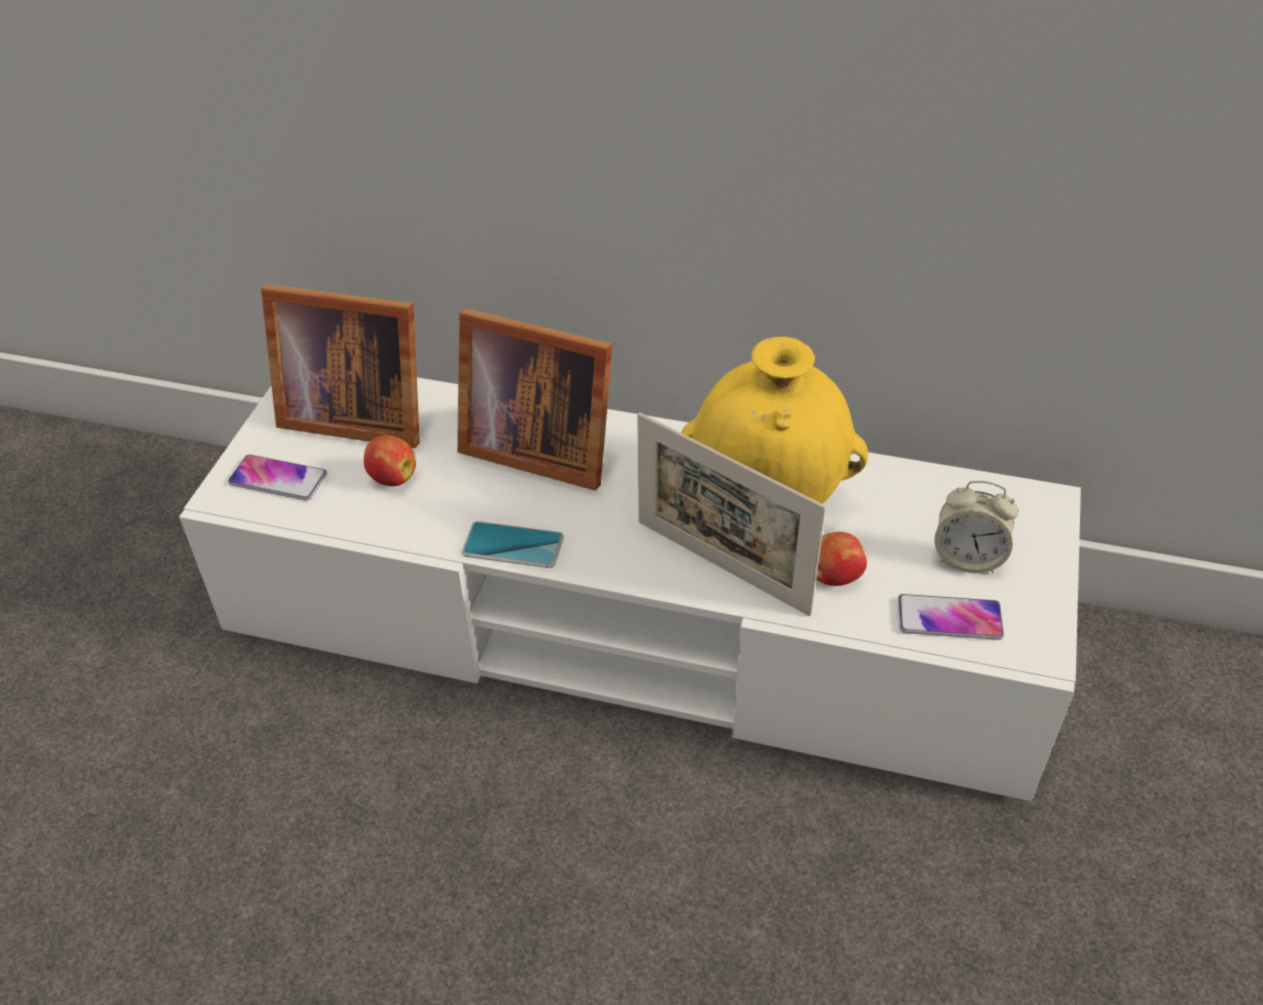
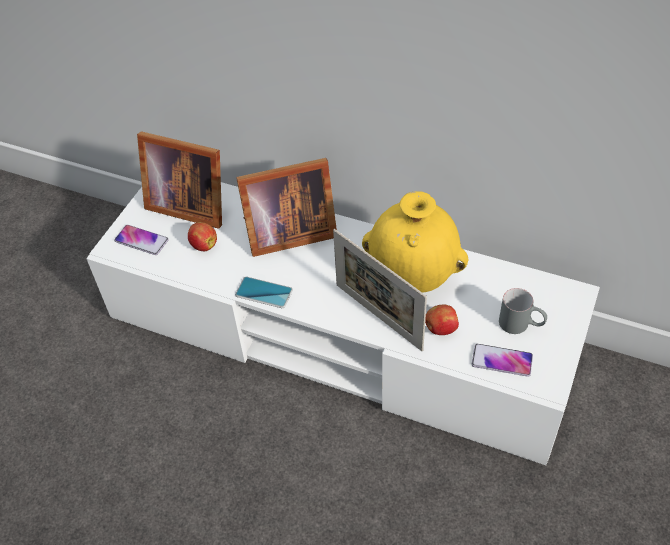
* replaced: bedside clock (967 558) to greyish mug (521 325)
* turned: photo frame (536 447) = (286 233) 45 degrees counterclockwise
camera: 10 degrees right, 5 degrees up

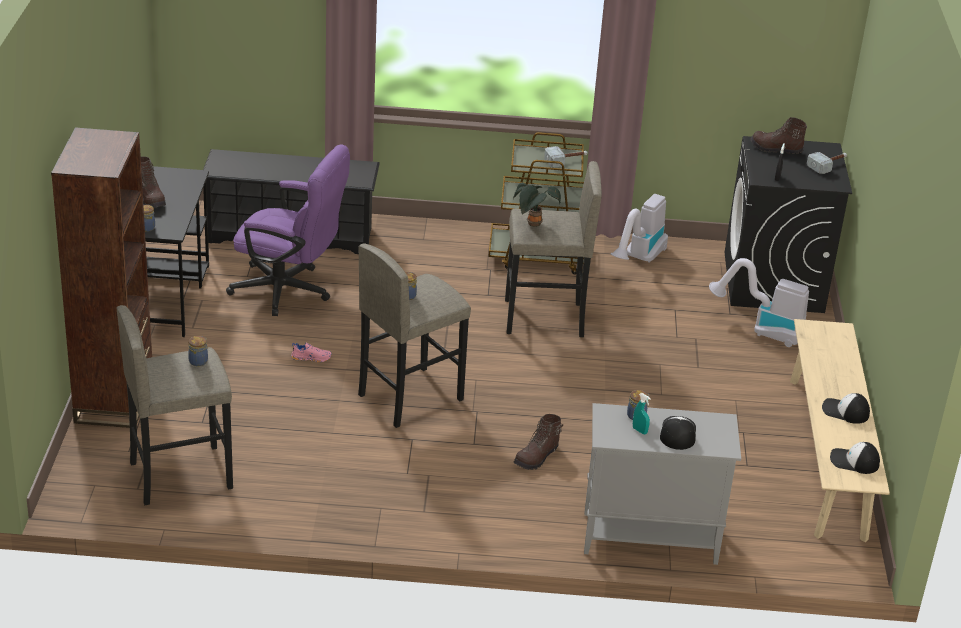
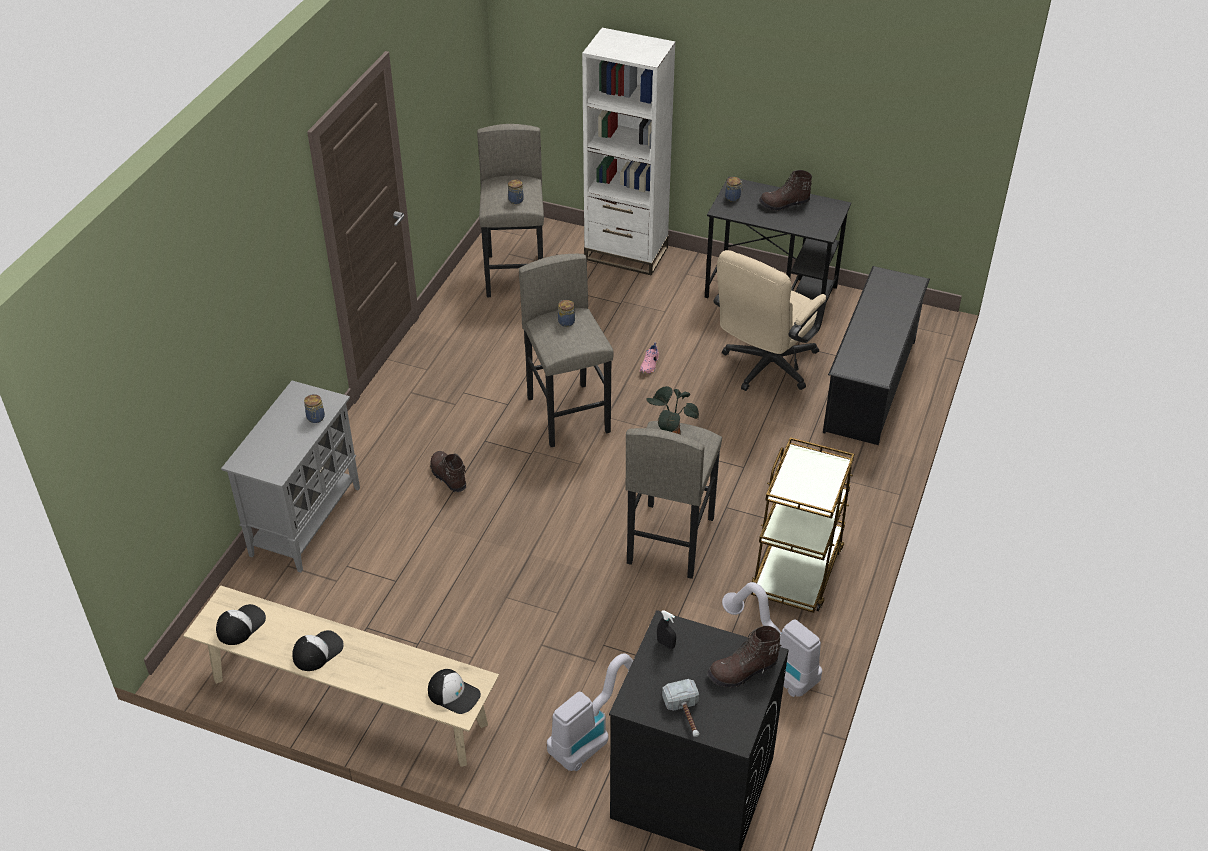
* removed: hammer (566 161)
* removed: blue-green spray bottle (639 430)
* moved: peaked cap (677 433) to (454 694)
* recoloured: brownish shelving unit (115 399) to whitish shelving unit (626 253)
* recoloured: purplish office chair (289 291) to beige office chair (764 368)
* turned: brownish high-top boot (776 149) = (743 671) 150 degrees counterclockwise
camera: 110 degrees right, 10 degrees up

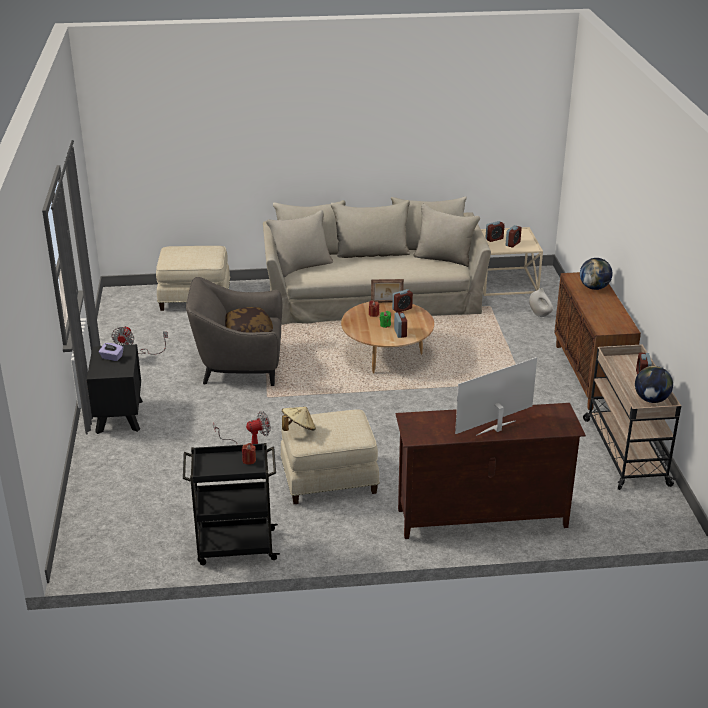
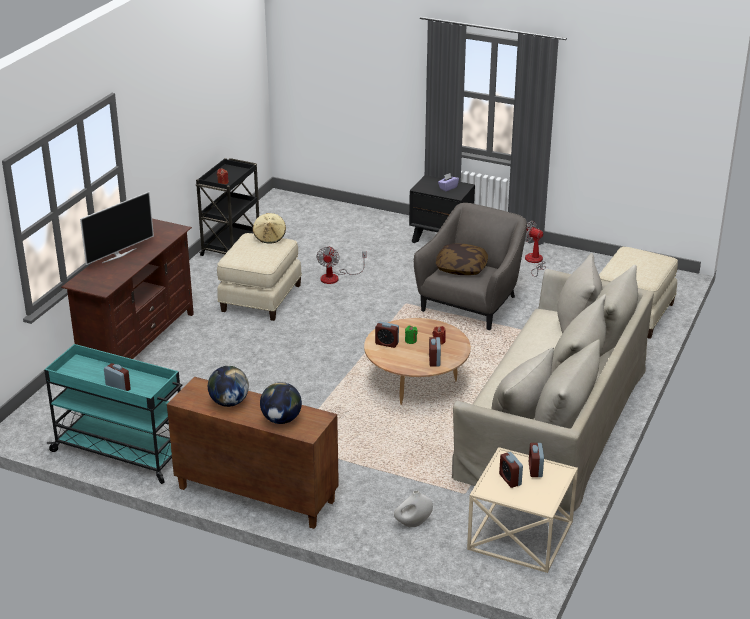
* removed: photo frame (387 302)
* moved: desk globe (651 399) to (229 402)
* recoloured: beige wheeled cart (625 451) to blue-green wheeled cart (123 452)
* turned: television (496 428) = (118 255) 45 degrees clockwise
camera: 120 degrees right, 0 degrees up

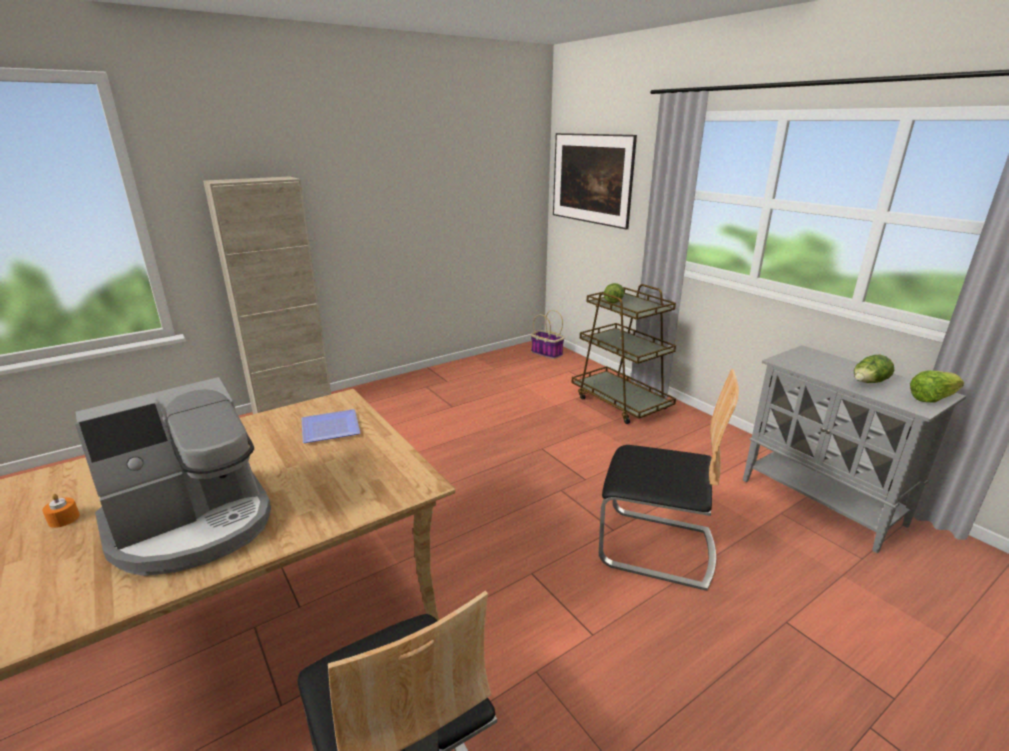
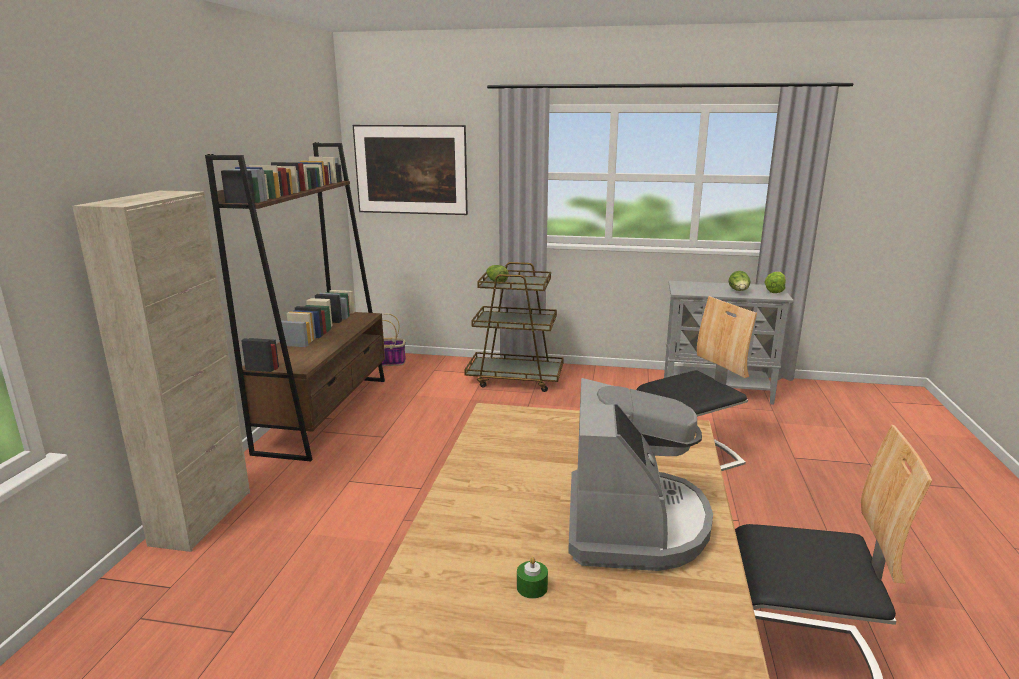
* removed: plate (328 428)
* added: brownish shelving unit (325 413)
* recoloured: orangey candle (64 519) to green candle (532 587)
camera: 45 degrees left, 5 degrees down

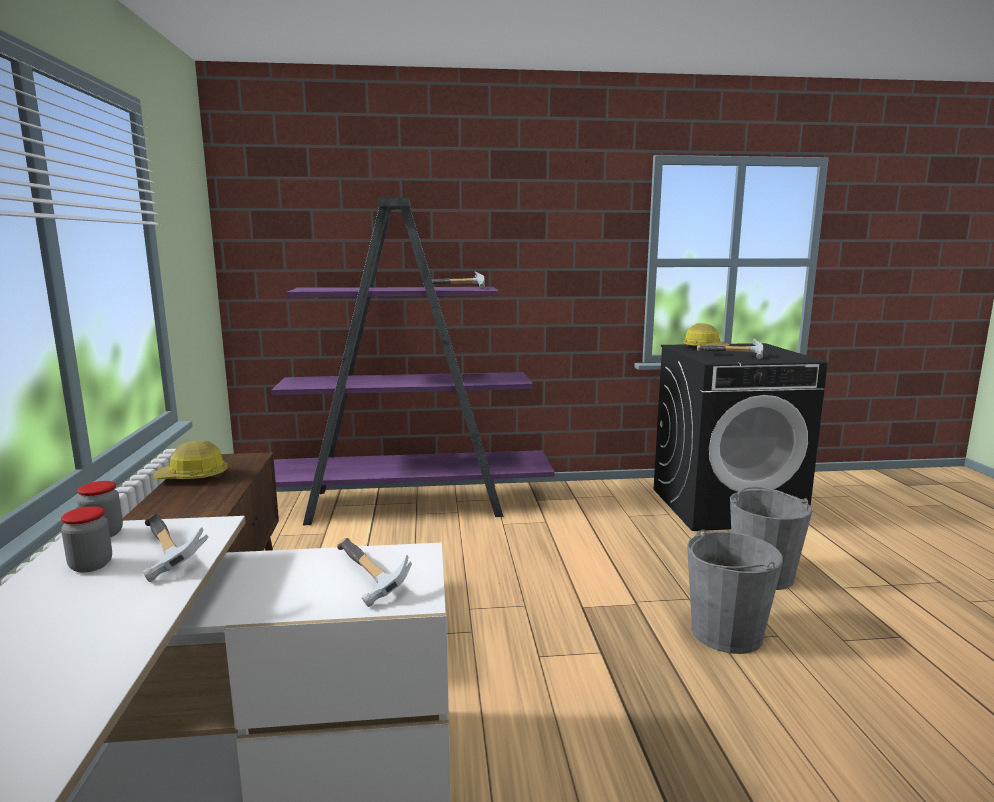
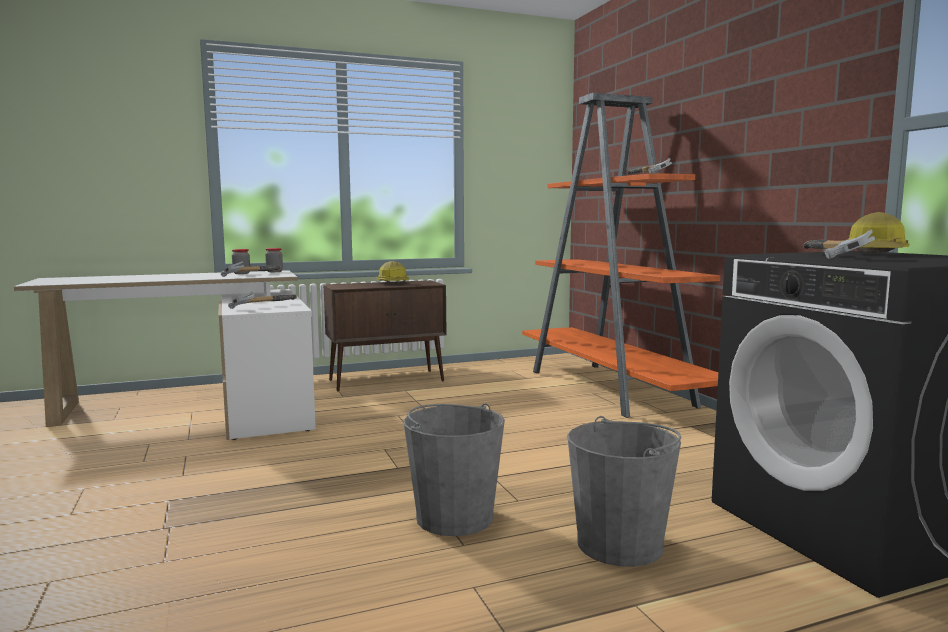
* recoloured: purplish shelving unit (409 504) to orangey shelving unit (610 389)
camera: 75 degrees right, 5 degrees down

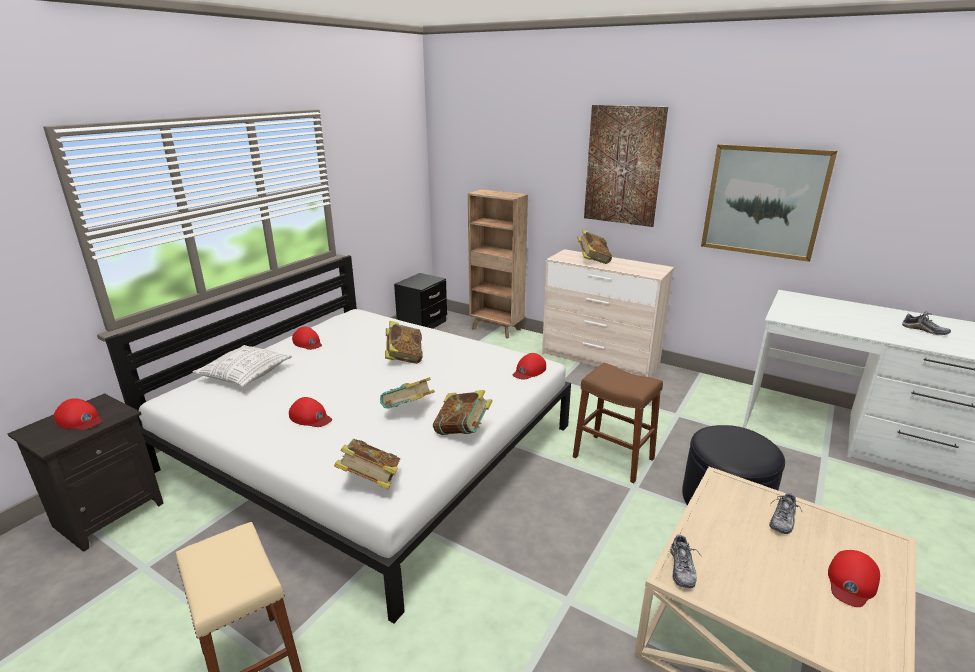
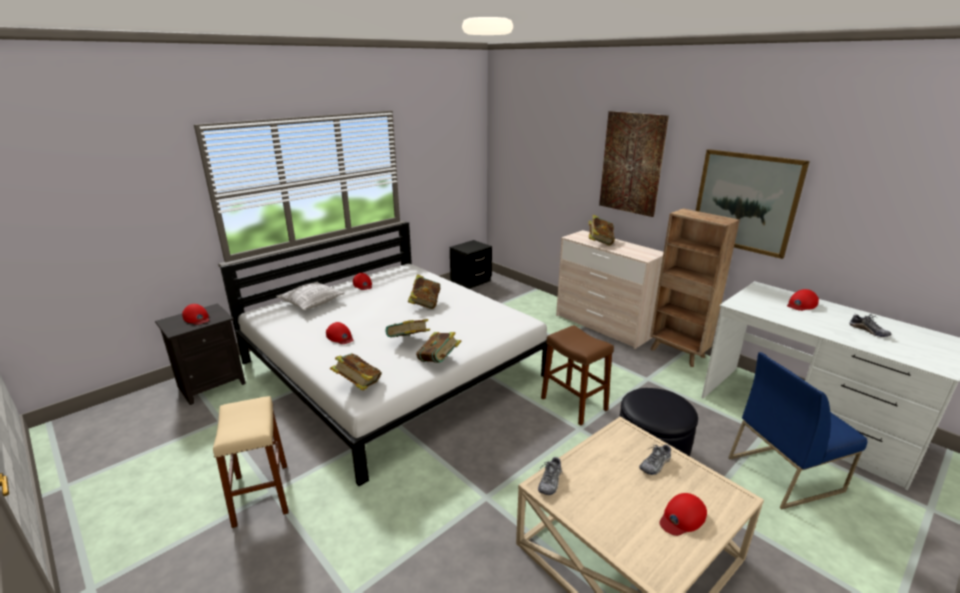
* added: bluish plain chair (784 473)
* moved: brownish shelving unit (496 329) to (678 354)
* moved: red-coloured peaked cap (529 371) to (801 304)
camera: 15 degrees right, 0 degrees up

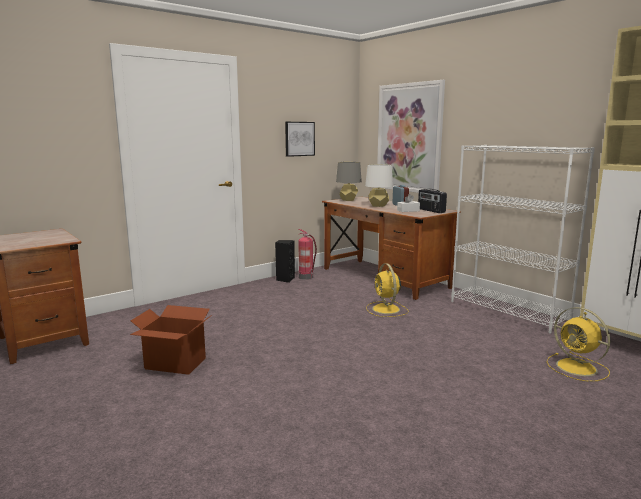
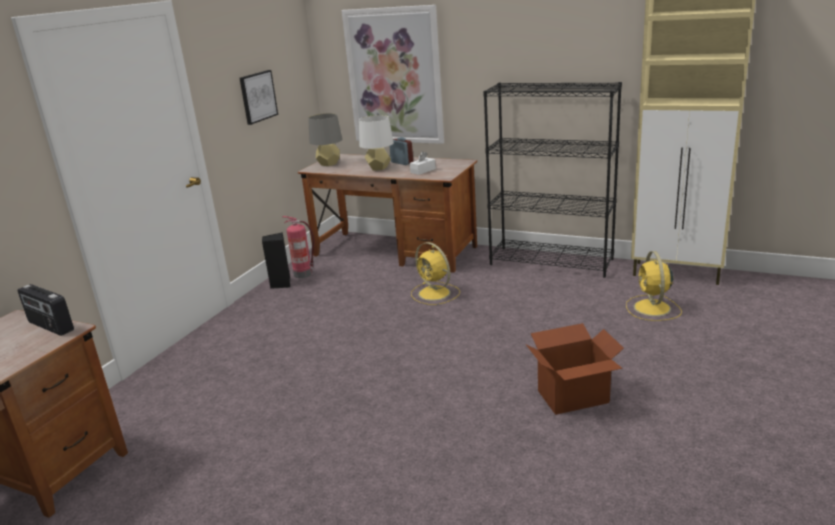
* moved: cardboard box (175 364) to (573 397)
* moved: radio (431 210) to (50 326)
* recoloured: whitish shelving unit (508 311) to blackish shelving unit (552 262)
* turned: yellowish cooling fan (578 368) = (652 309) 60 degrees clockwise
camera: 25 degrees left, 10 degrees up

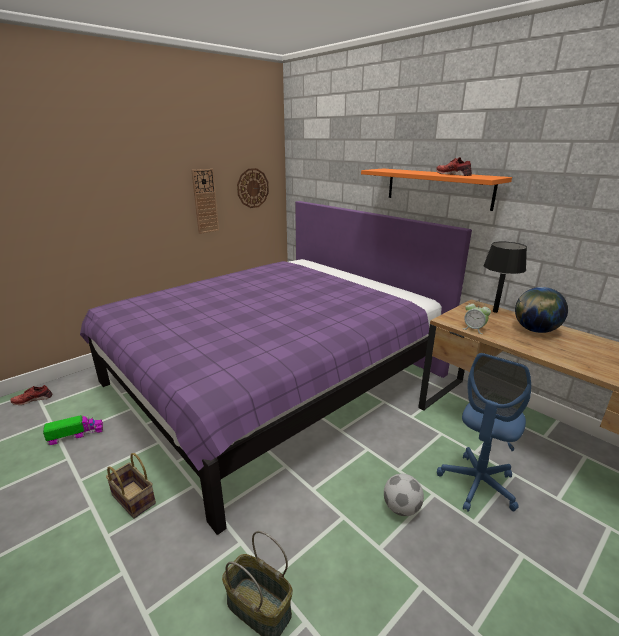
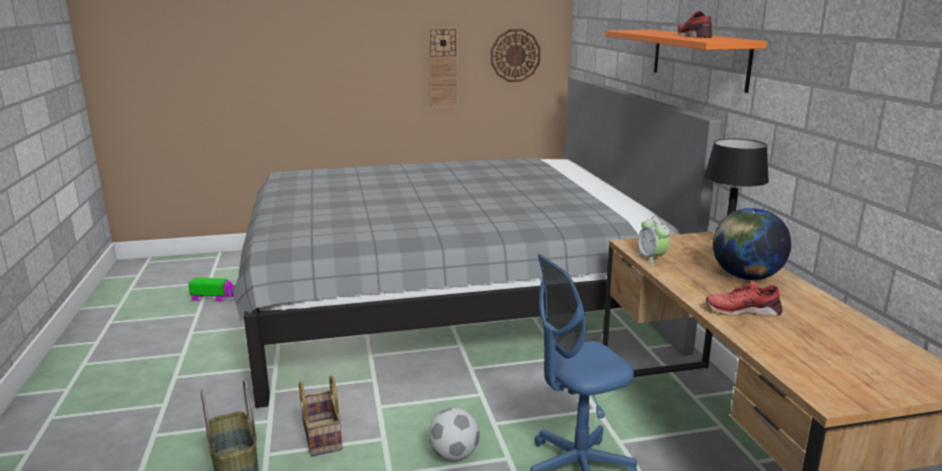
* moved: red-coloured item of footwear (33 399) to (742 310)
* moved: household basket (132 499) to (320 436)
* recoloured: purplish bed (273 379) to greyish bed (449 300)
camera: 30 degrees right, 5 degrees down

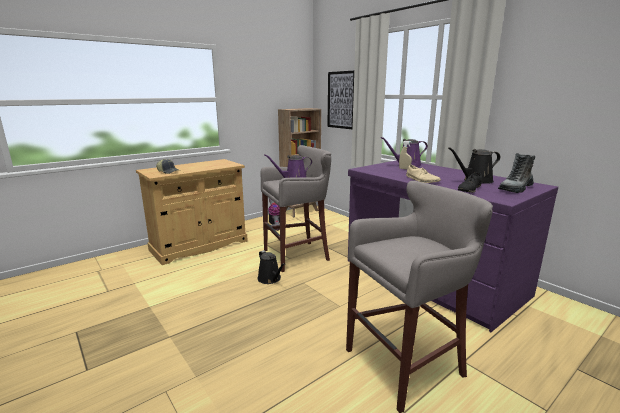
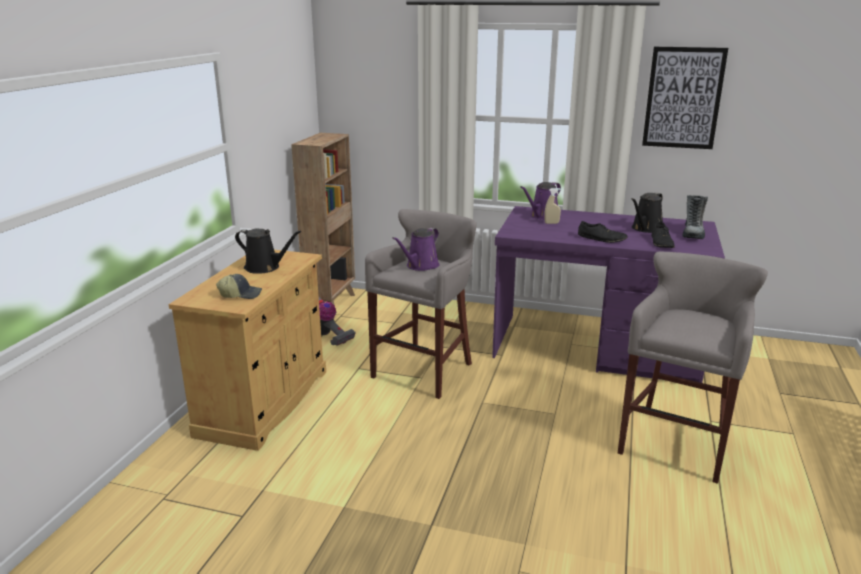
* moved: blackish watering pot (270 279) to (265 267)
* moved: wall art (341 100) to (683 98)
* recoloured: beige item of footwear (422 180) to blackish item of footwear (601 239)
camera: 35 degrees left, 5 degrees up

